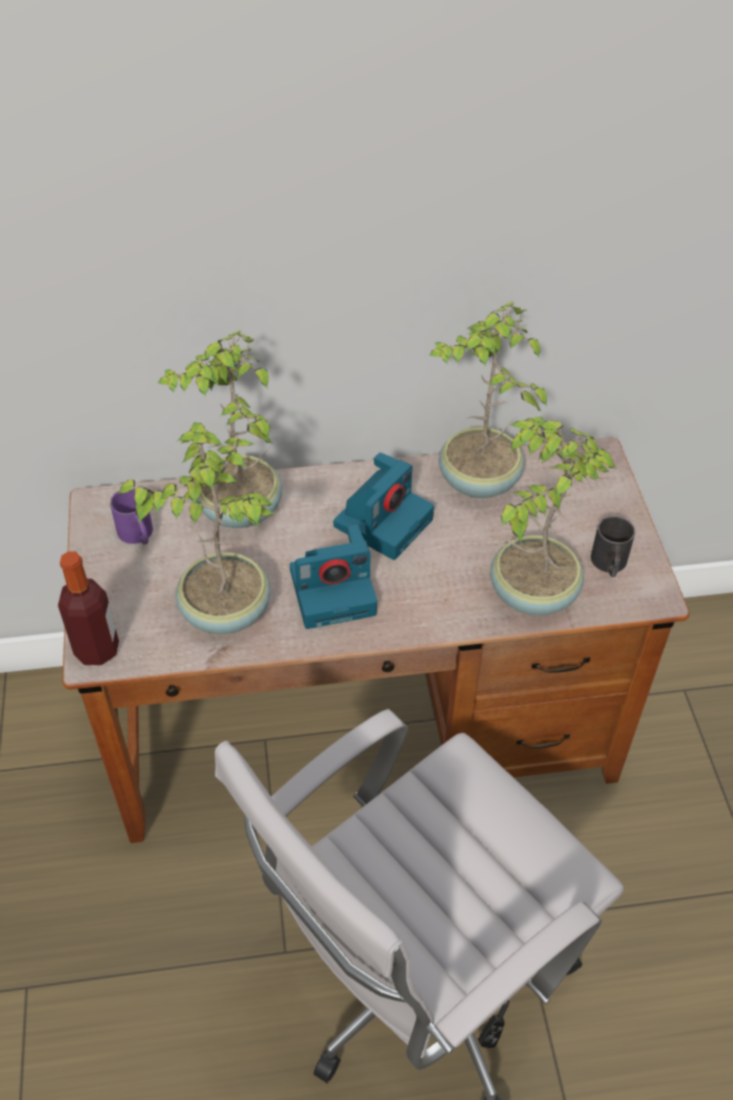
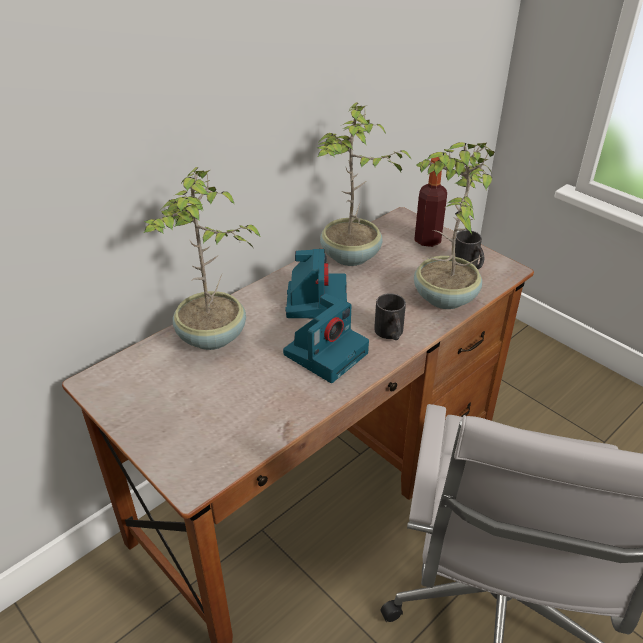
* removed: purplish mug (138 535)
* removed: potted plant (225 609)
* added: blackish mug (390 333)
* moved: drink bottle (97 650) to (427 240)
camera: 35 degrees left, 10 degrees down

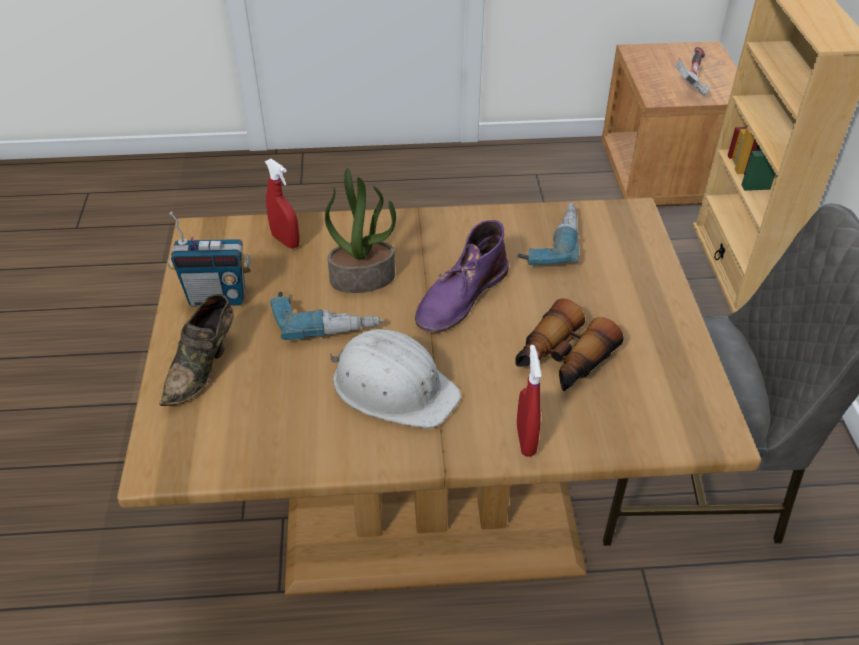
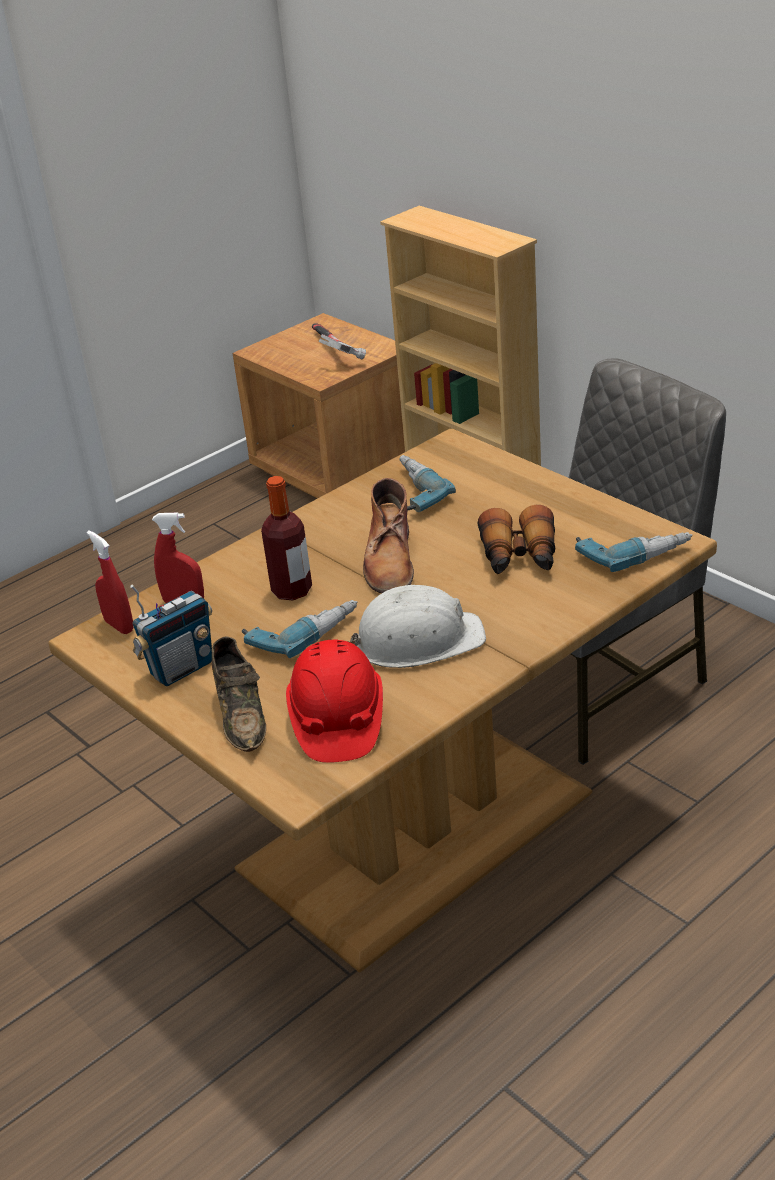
* added: red-coloured safety helmet (337 721)
* added: power drill (632 552)
* moved: red-coloured spray bottle (525 440) to (119 626)
* replaced: potted plant (363 278) to drink bottle (292 590)
* recoloured: purplish high-top boot (460 296) to brownish high-top boot (390 561)
camera: 35 degrees left, 10 degrees down

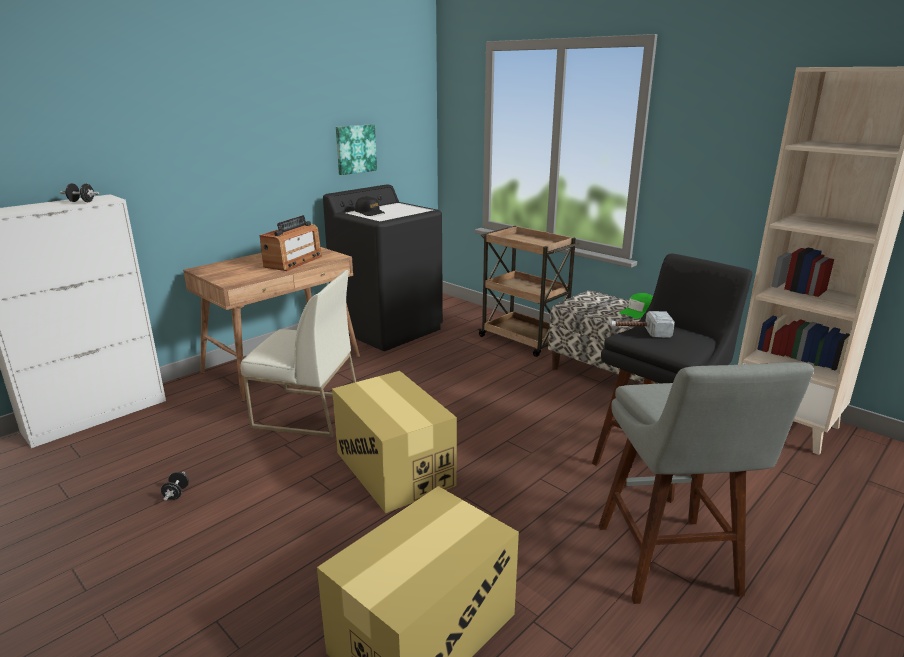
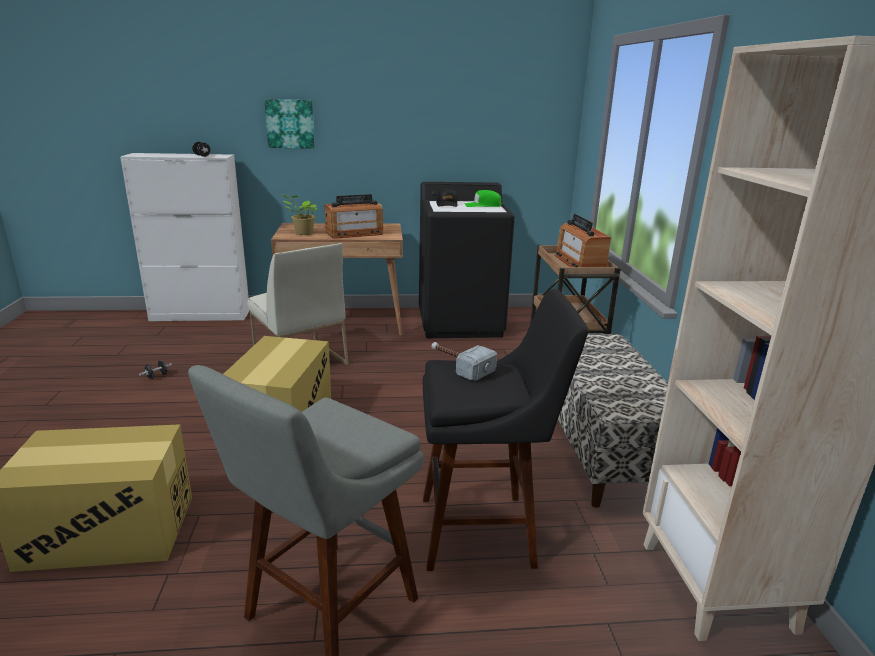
* added: potted plant (302 233)
* added: radio (579 263)
* moved: wall art (355 149) to (290 124)
* moved: green peaked cap (638 311) to (483 205)
camera: 40 degrees right, 0 degrees up

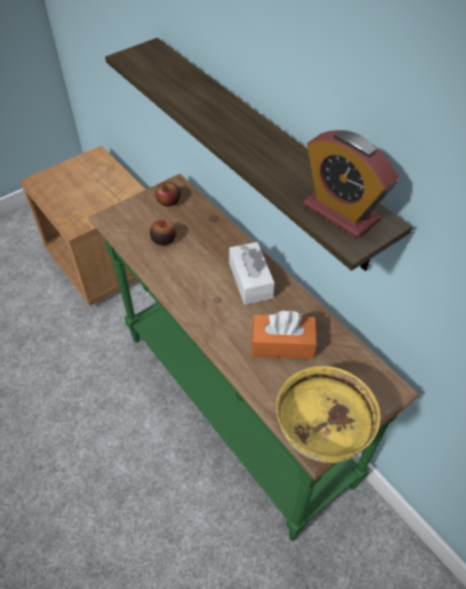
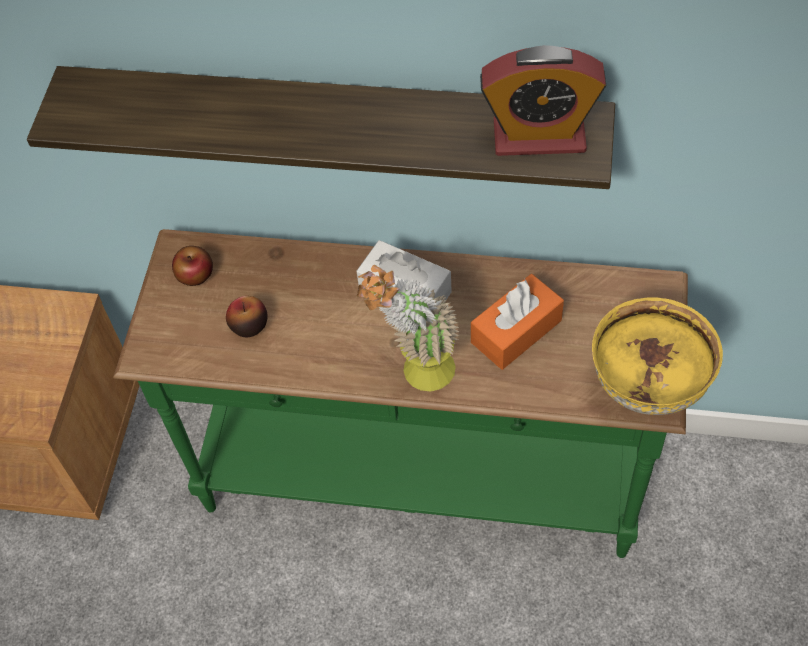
* added: potted plant (416 375)
camera: 40 degrees left, 5 degrees up

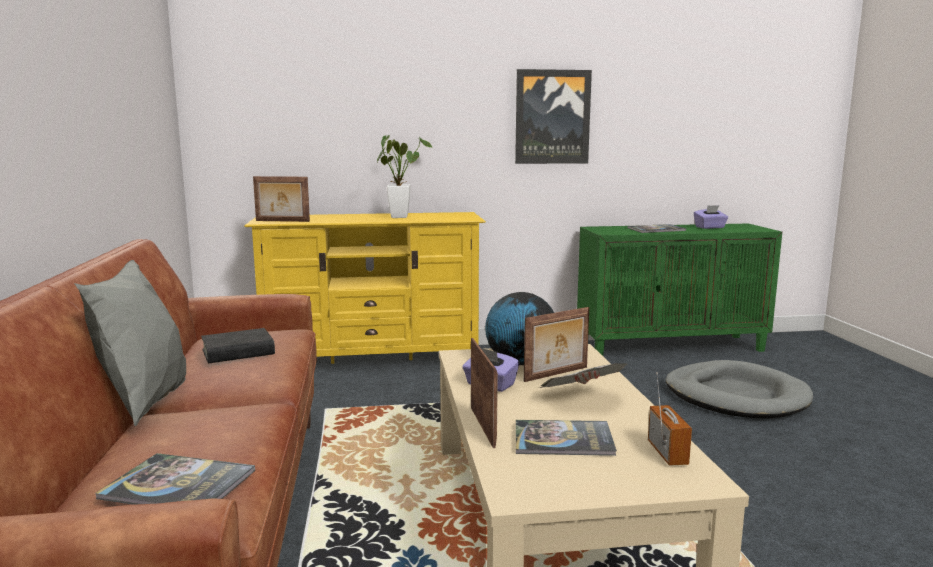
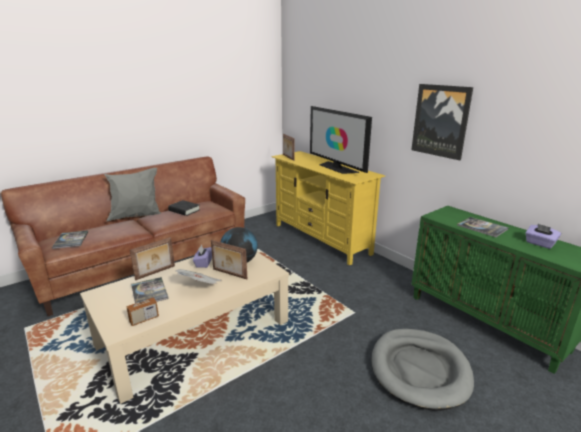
* replaced: potted plant (400 216) to television (336 168)
camera: 60 degrees right, 10 degrees up

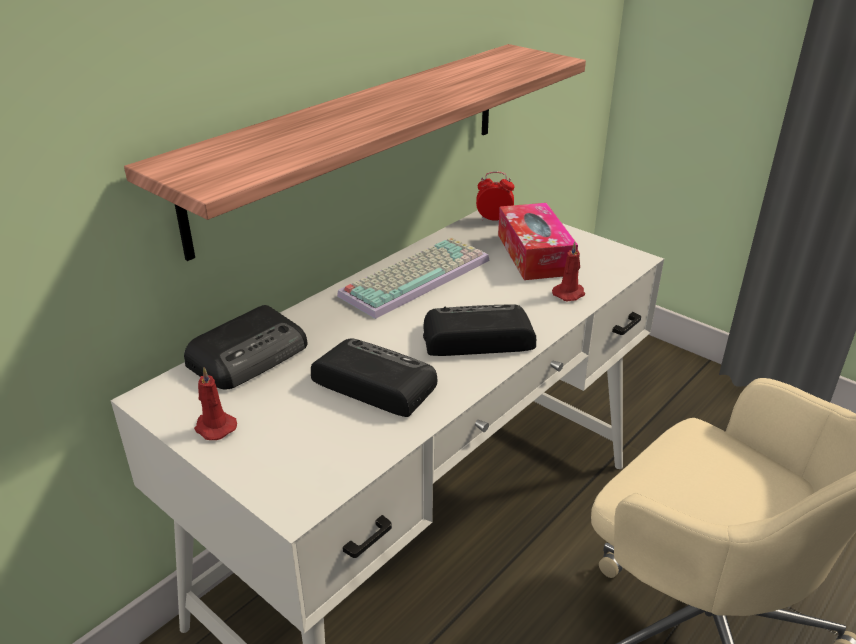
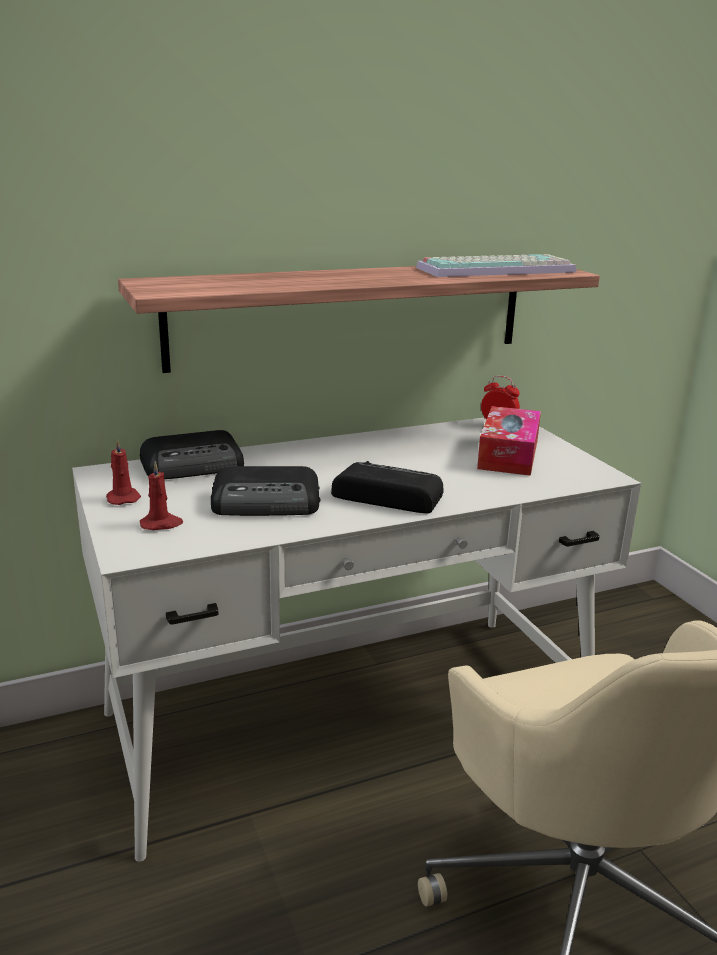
* moved: computer keyboard (415 276) to (496 269)
* moved: red-coloured candle (569 293) to (162 524)
* turned: radio (373 383) = (267 502) 120 degrees clockwise
camera: 25 degrees right, 10 degrees down

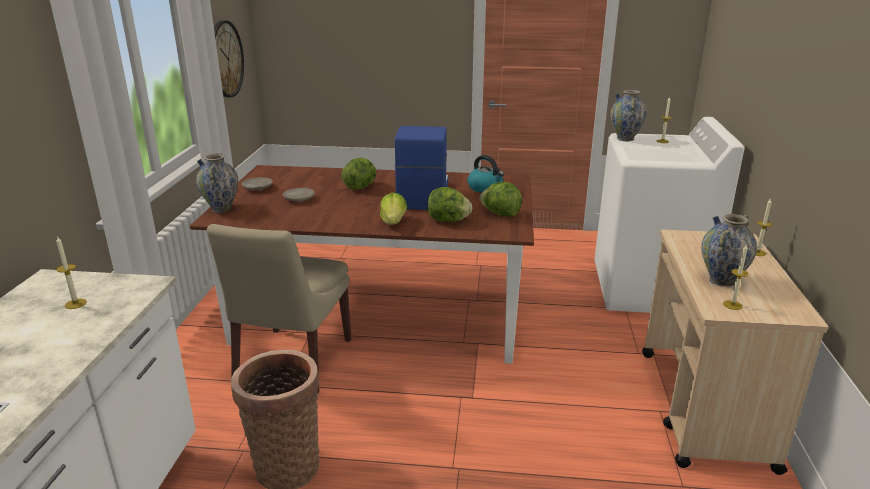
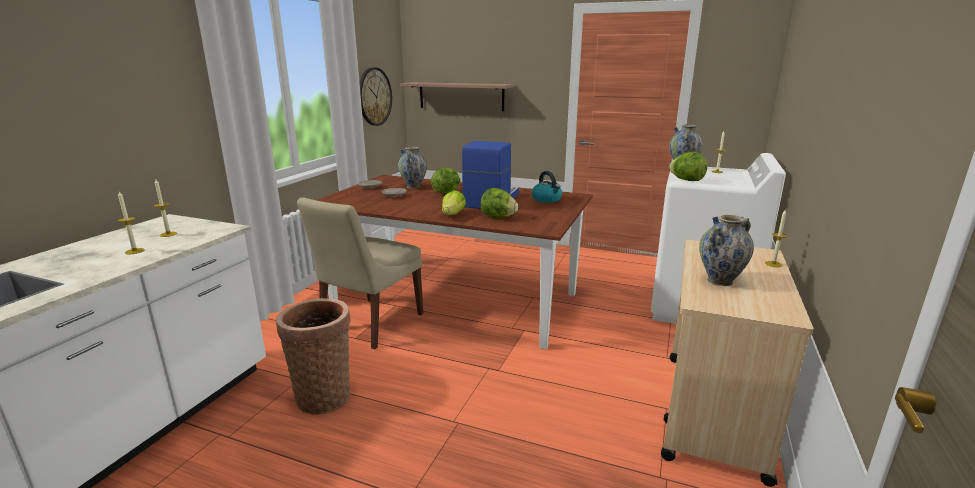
* added: wall shelf (461 96)
* moved: flower vase (221 209) to (413 187)
* moved: head of lettuce (500 214) to (686 180)
* moved: candle (732 305) to (134 251)
camera: 15 degrees right, 5 degrees down

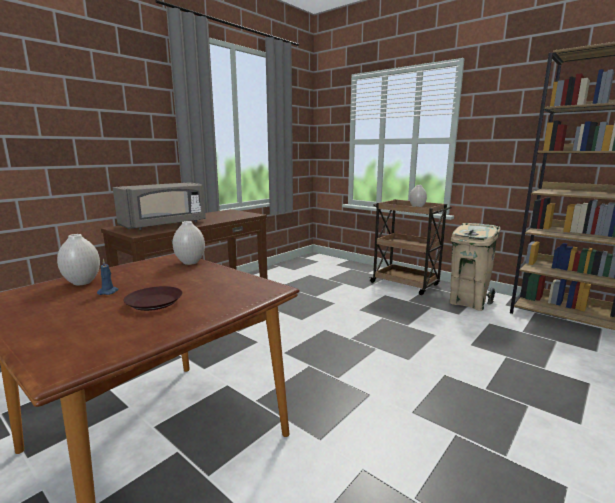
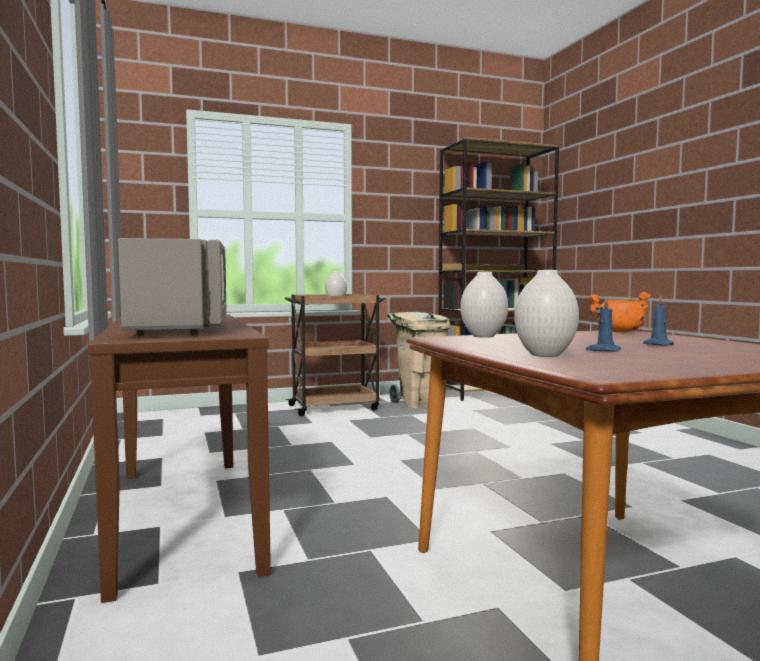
* added: orangey stockpot (619 331)
* replaced: brownish plate (155 302) to bluish candle (657 344)
camera: 60 degrees left, 10 degrees down

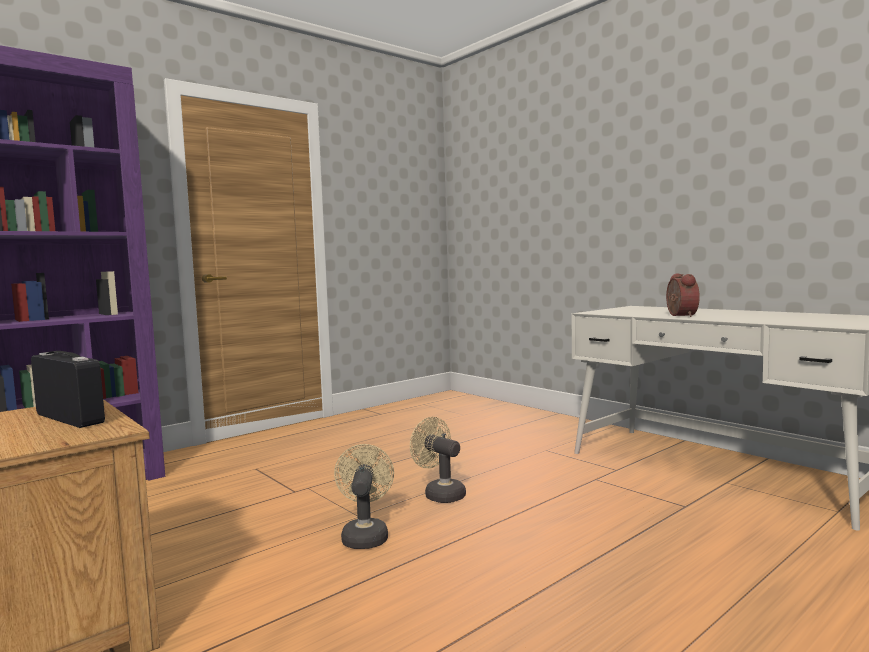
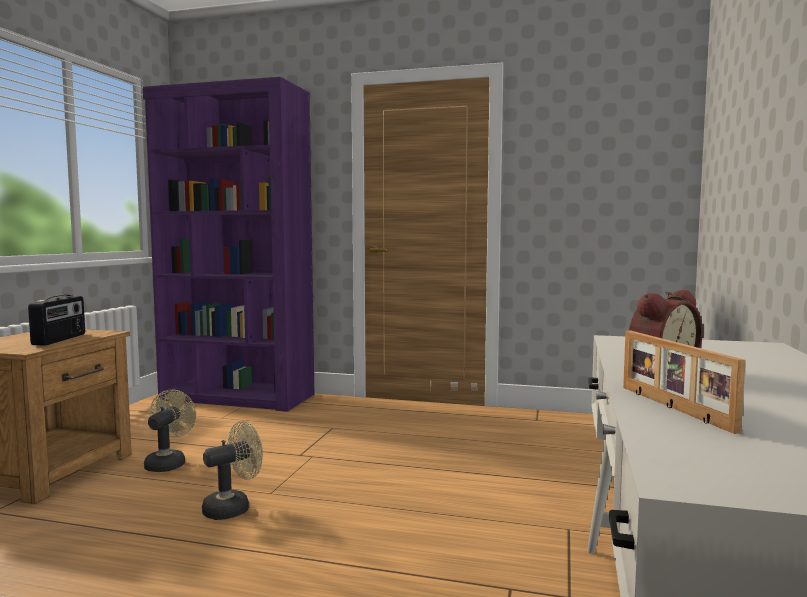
* added: photo frame (672 408)
* moved: beige cooling fan (440 494) to (168 463)
camera: 55 degrees right, 0 degrees up

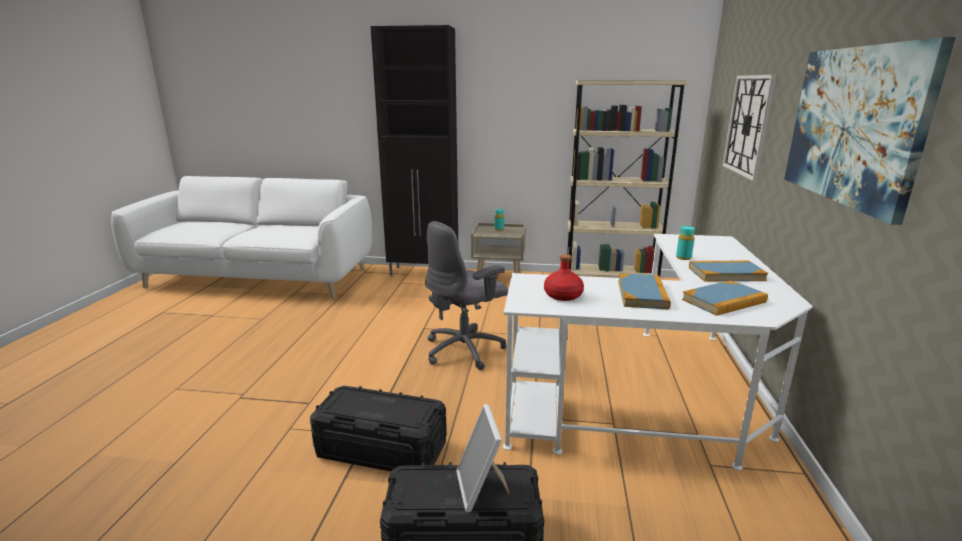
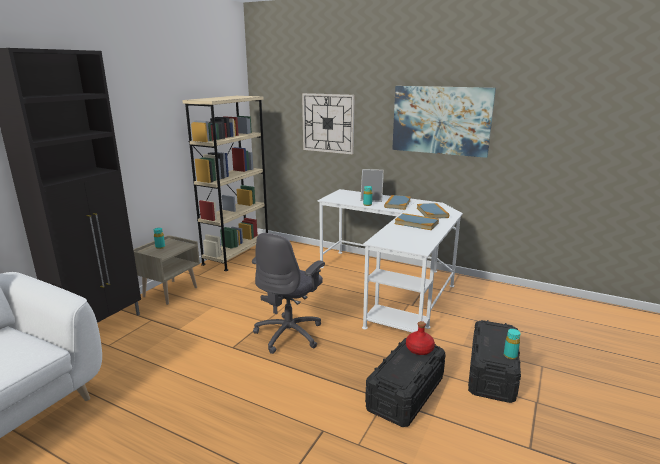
* added: blue-green drink bottle (510 356)
* moved: photo frame (481 489) to (371 199)
* moved: red-coloured drink bottle (562 295) to (419 349)
* turned: greyish office chair (465 350) = (290 334) 45 degrees clockwise
camera: 70 degrees left, 0 degrees up

